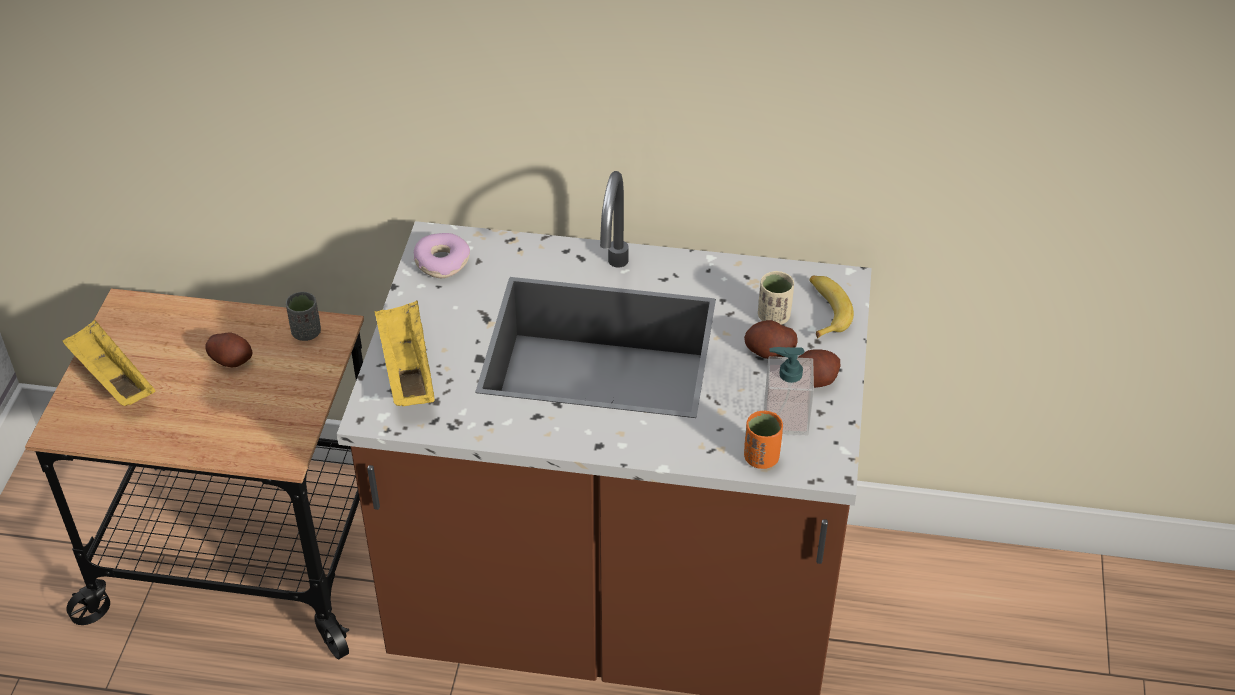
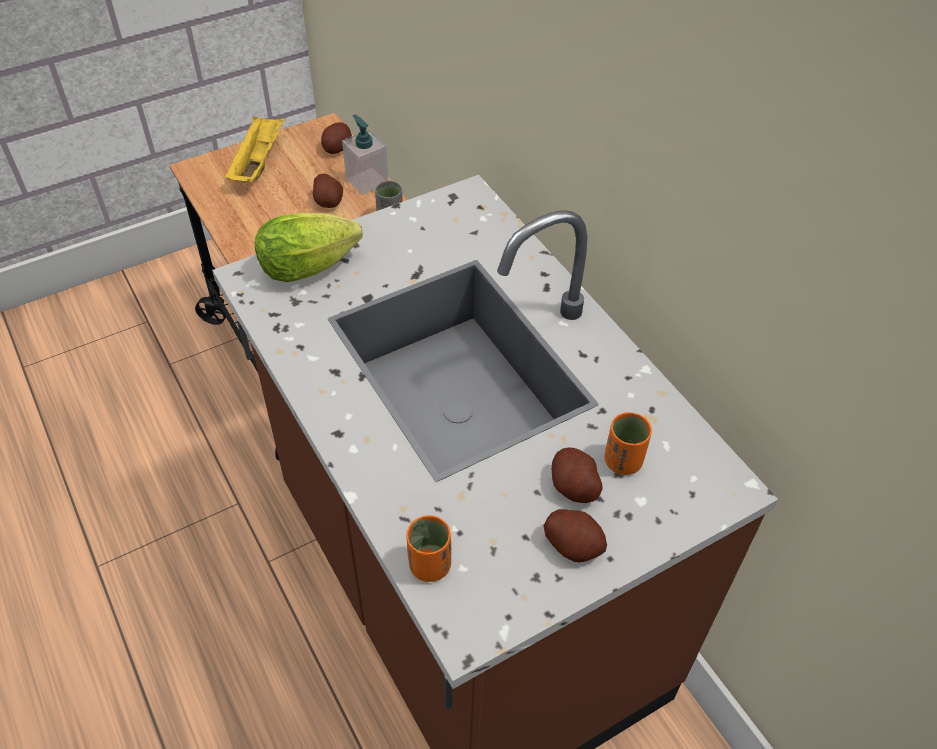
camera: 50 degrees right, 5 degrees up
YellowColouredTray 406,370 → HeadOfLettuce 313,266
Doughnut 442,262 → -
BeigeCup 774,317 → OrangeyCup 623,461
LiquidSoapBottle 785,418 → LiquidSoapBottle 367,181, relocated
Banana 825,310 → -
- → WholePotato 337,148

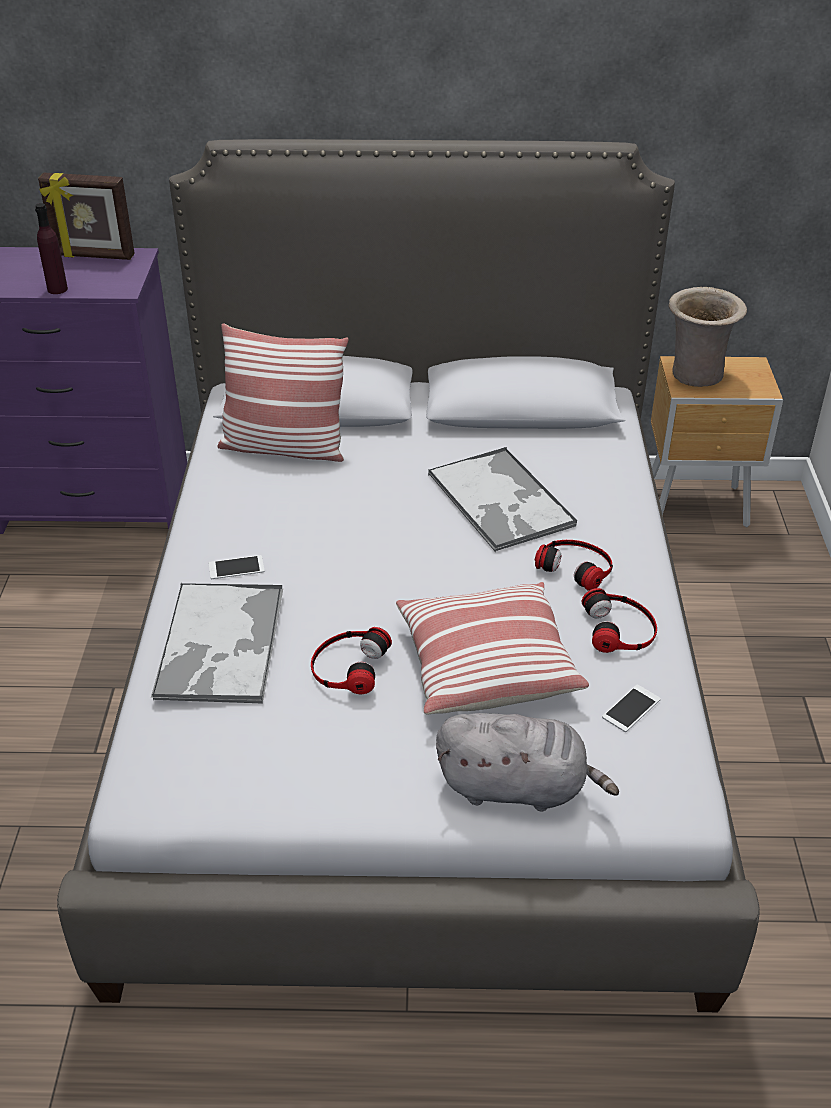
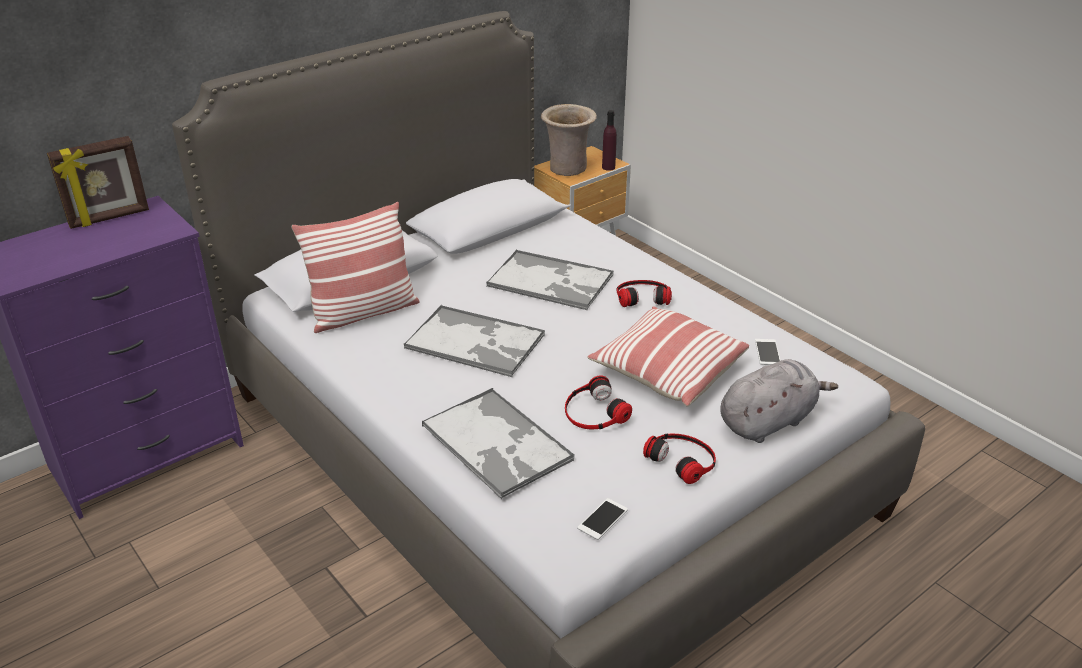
camera: 40 degrees left, 5 degrees down
PurpleBottle 57,289 → PurpleBottle 608,167, relocated
Phone 236,567 → Phone 602,519, relocated
PairOfHeadphones 620,628 → PairOfHeadphones 682,459, relocated
- → Tray 476,342

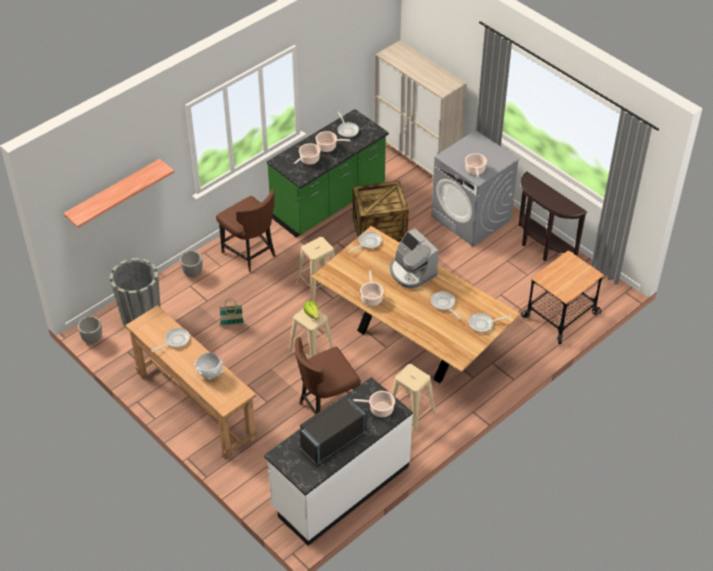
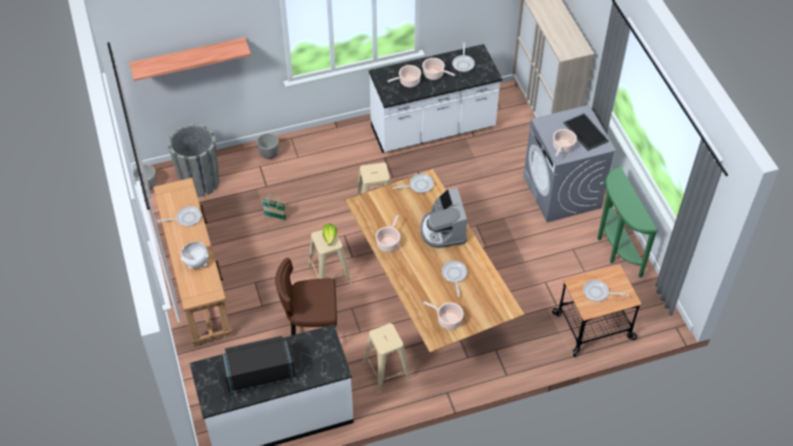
camera: 25 degrees right, 5 degrees up
BrownColouredPlainChair 250,254 → -
GreenishCounter 329,203 → WhiteCounter 433,129
ShippingCrate 379,228 → -
CookingPot 379,409 → CookingPot 448,320, relocated
FryingPan 483,324 → FryingPan 598,293, relocated
BrownColouredNarrowTable 541,248 → GreenishNarrowTable 615,248
- → Tray 585,132

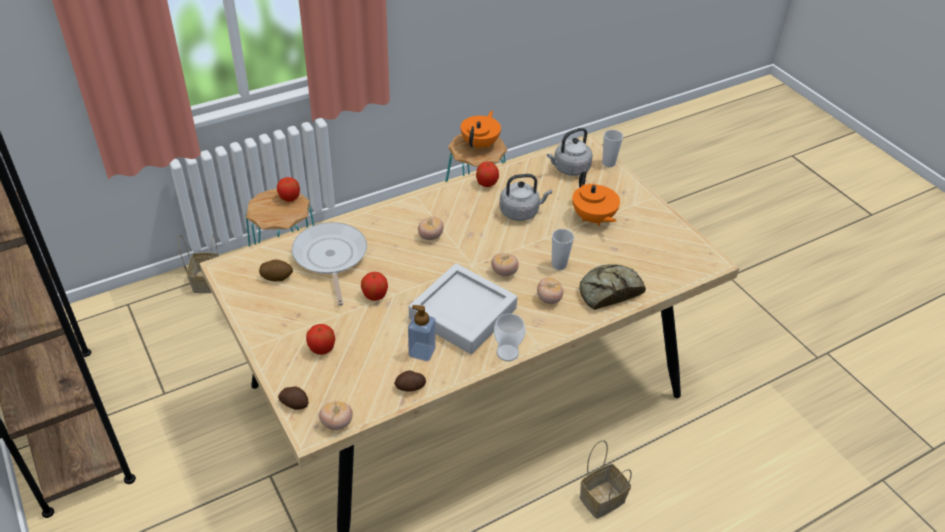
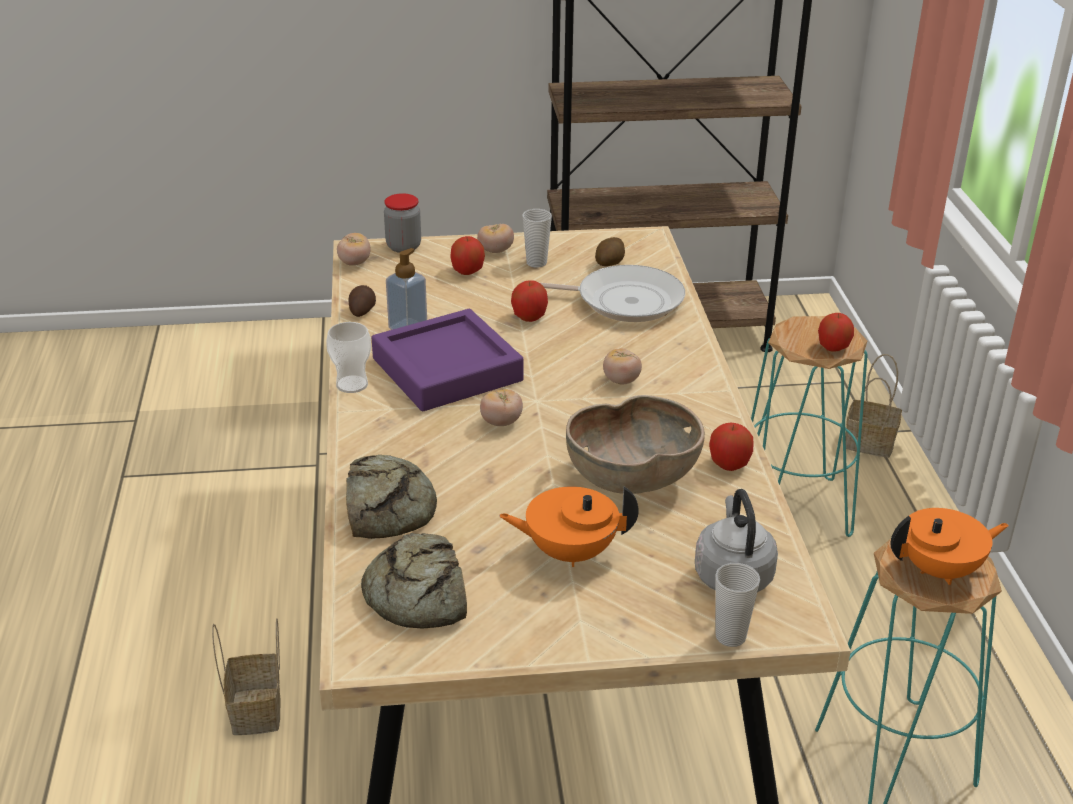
camera: 115 degrees right, 10 degrees down
WholePotato 294,403 → PreserveJar 403,246
GreyTray 463,314 → PurpleTray 447,370
OrangeyTeapot 480,144 → OrangeyTeapot 941,570, 60 degrees counterclockwise
GreyWaterKettle 521,212 → BrownColouredBowl 632,478
WholeTomato 549,299 → WholeTomato 495,251, relocated
Cup 559,265 → Cup 536,263, relocated
- → BakeryBread 417,594

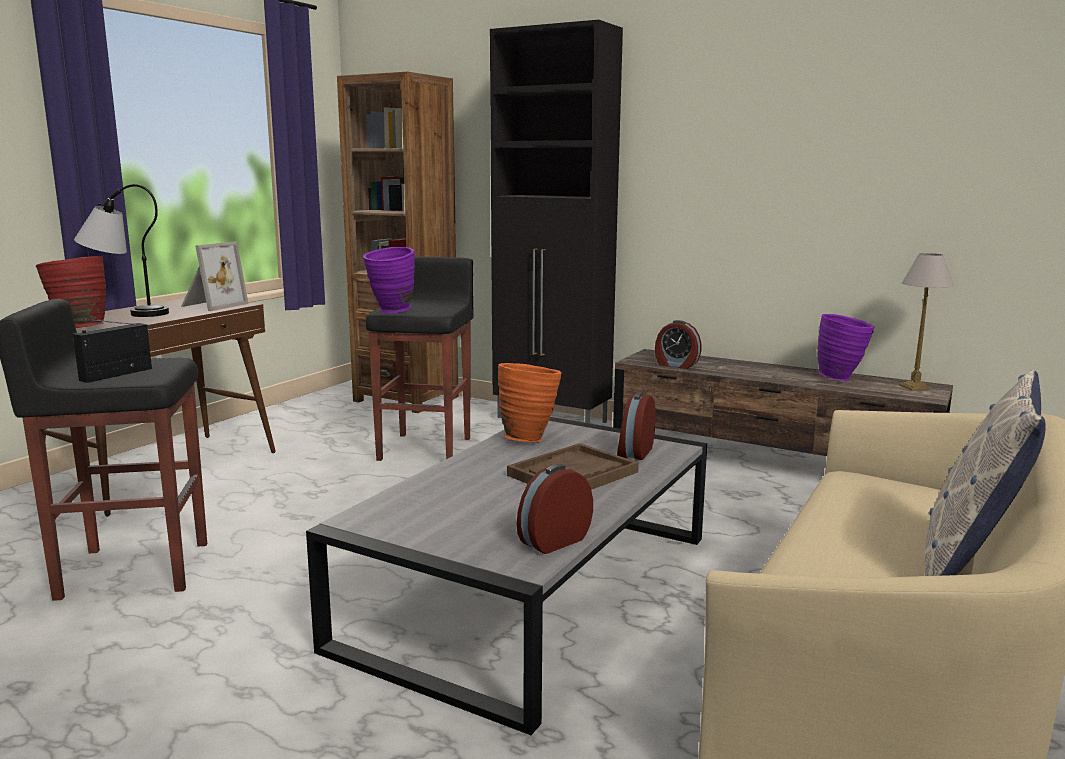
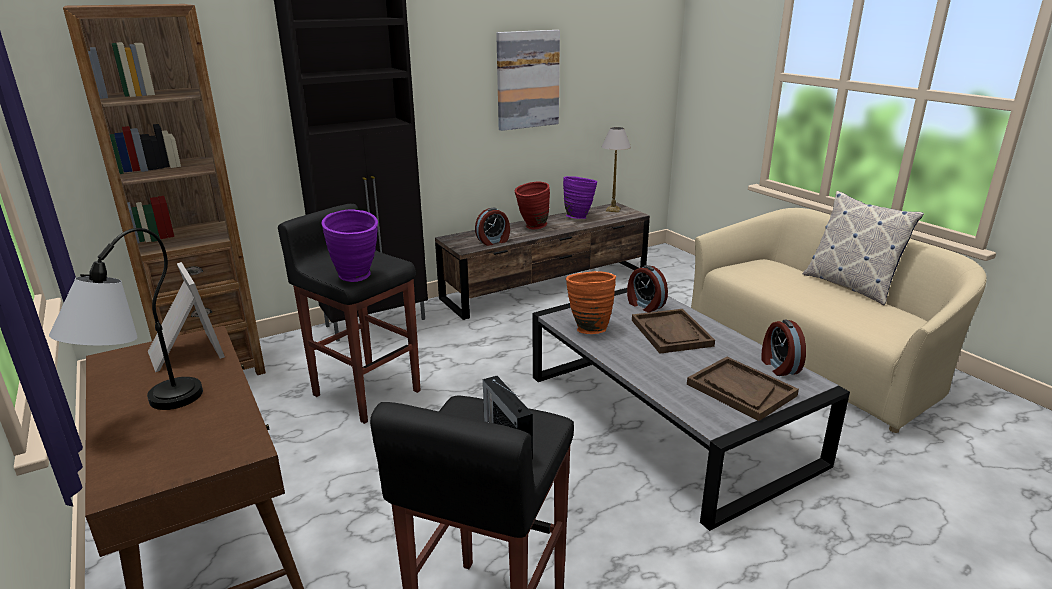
camera: 60 degrees left, 10 degrees up
RedVase 78,328 → RedVase 532,227, relocated
- → WallArt 527,80
- → BrownColouredTray 740,390

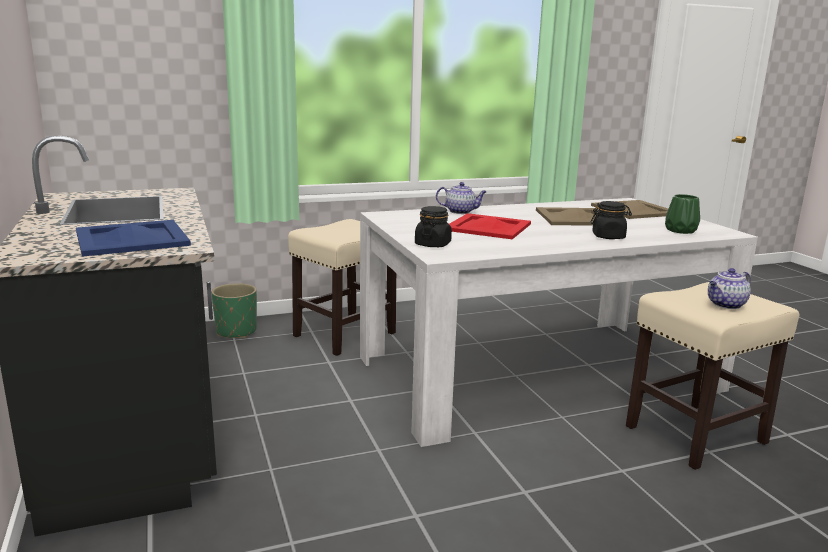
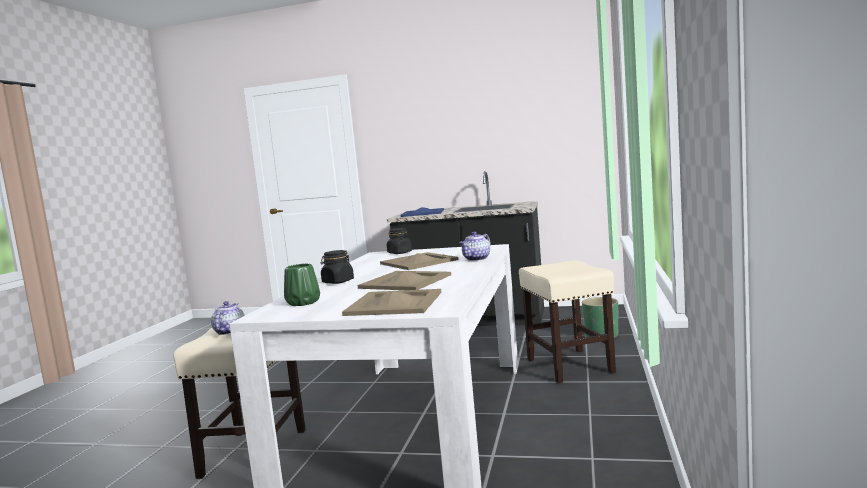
camera: 125 degrees right, 10 degrees down
RedTray 487,227 → BeigeTray 419,262

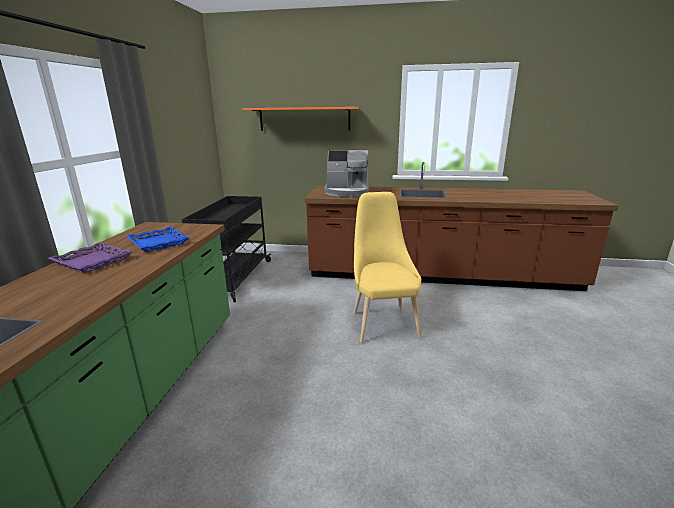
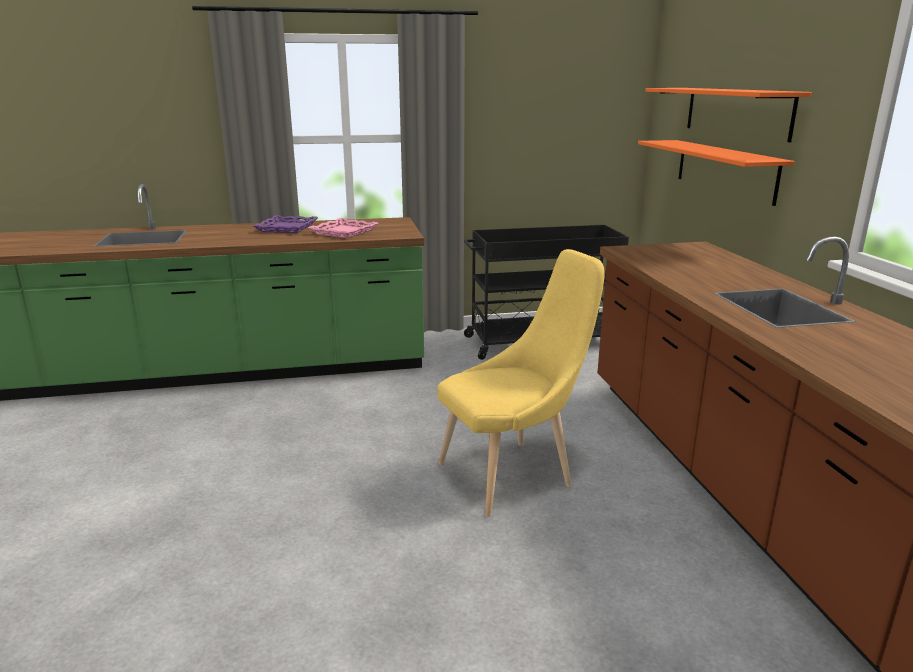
camera: 70 degrees right, 0 degrees up
BlueTray 158,243 → PinkColouredTray 343,232
CoffeeBrewer 347,192 → -
- → OrangeyWallShelf 724,170

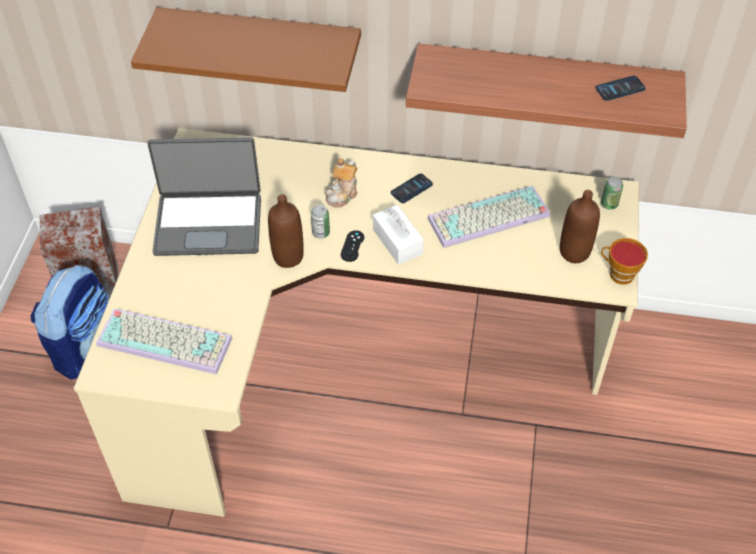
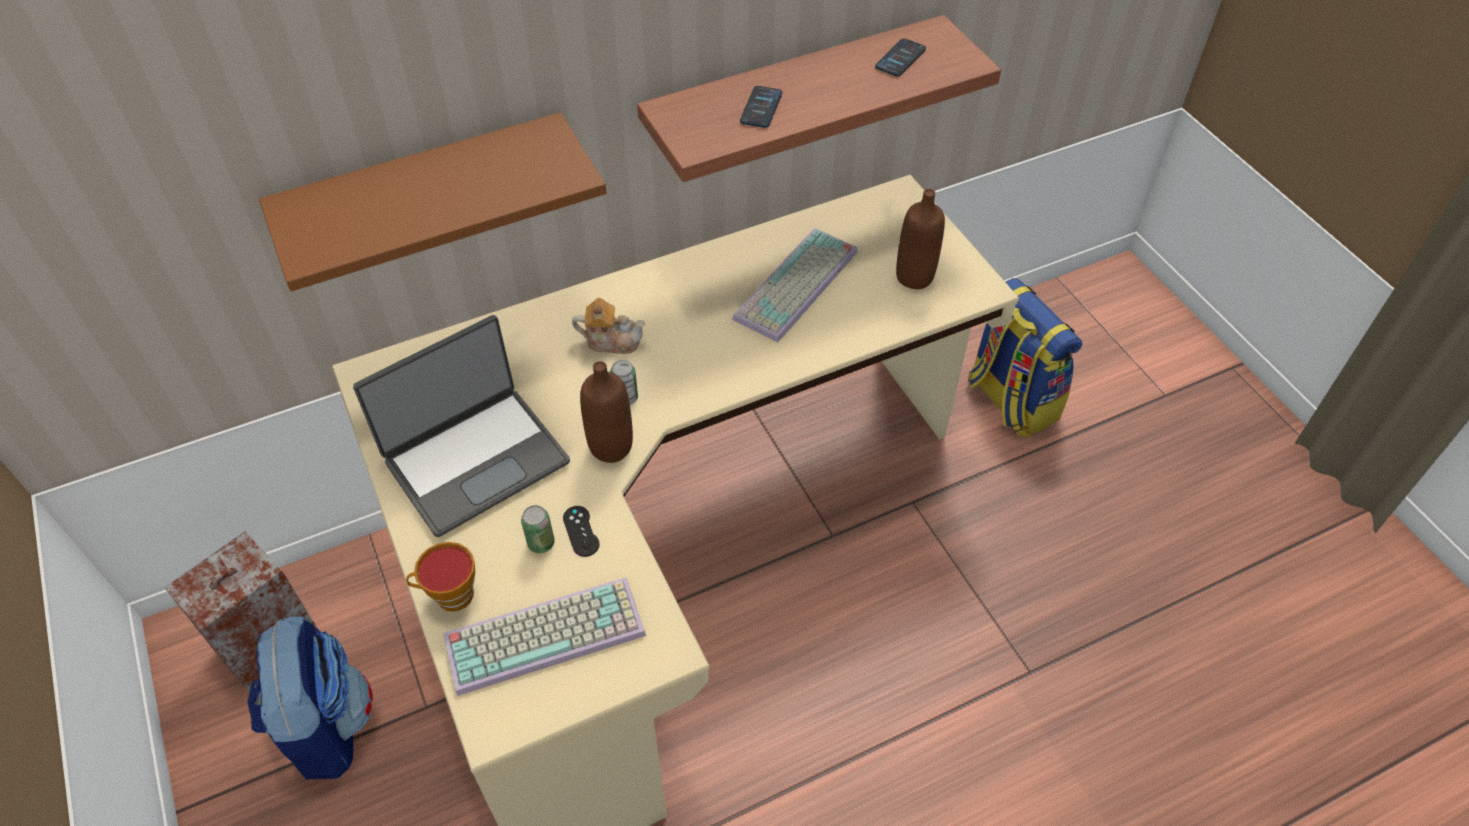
camera: 35 degrees left, 0 degrees up
Teapot 342,193 → Teapot 611,340, 75 degrees counterclockwise
BlackGamepad 352,246 → BlackGamepad 581,531, relocated
WhiteBoxOfTissues 397,242 → -
Phone 411,189 → Phone 761,108, relocated
SealedCan 609,204 → SealedCan 541,543, relocated
Cup 618,274 → Cup 449,596, relocated
- → Backpack 1010,400

